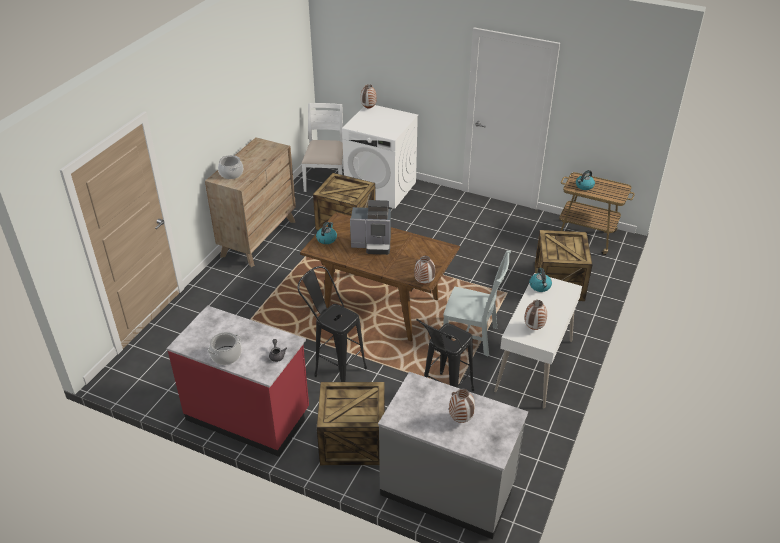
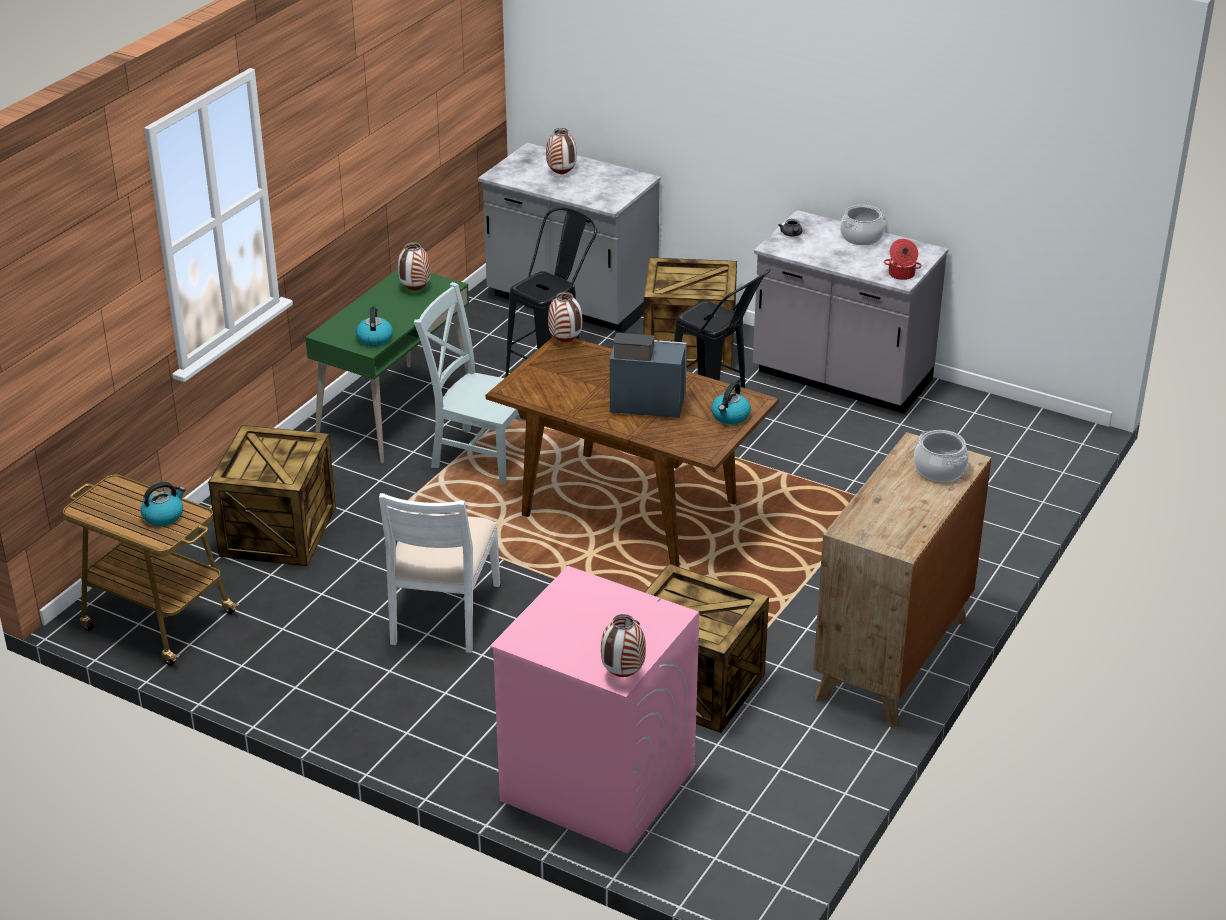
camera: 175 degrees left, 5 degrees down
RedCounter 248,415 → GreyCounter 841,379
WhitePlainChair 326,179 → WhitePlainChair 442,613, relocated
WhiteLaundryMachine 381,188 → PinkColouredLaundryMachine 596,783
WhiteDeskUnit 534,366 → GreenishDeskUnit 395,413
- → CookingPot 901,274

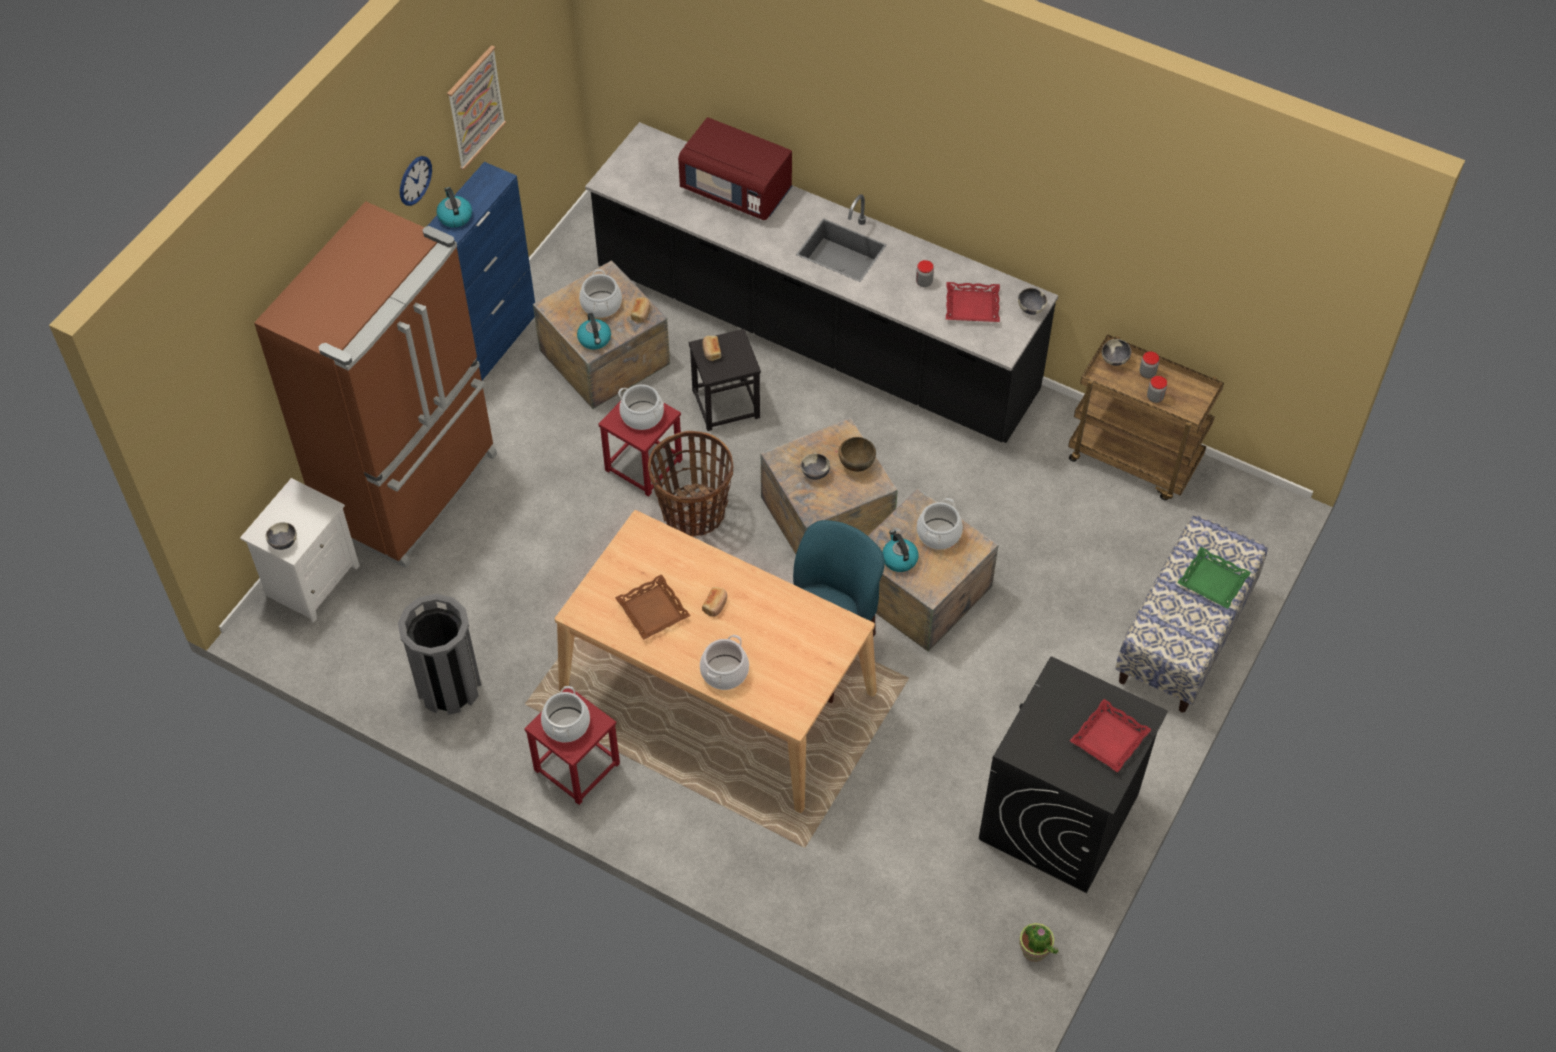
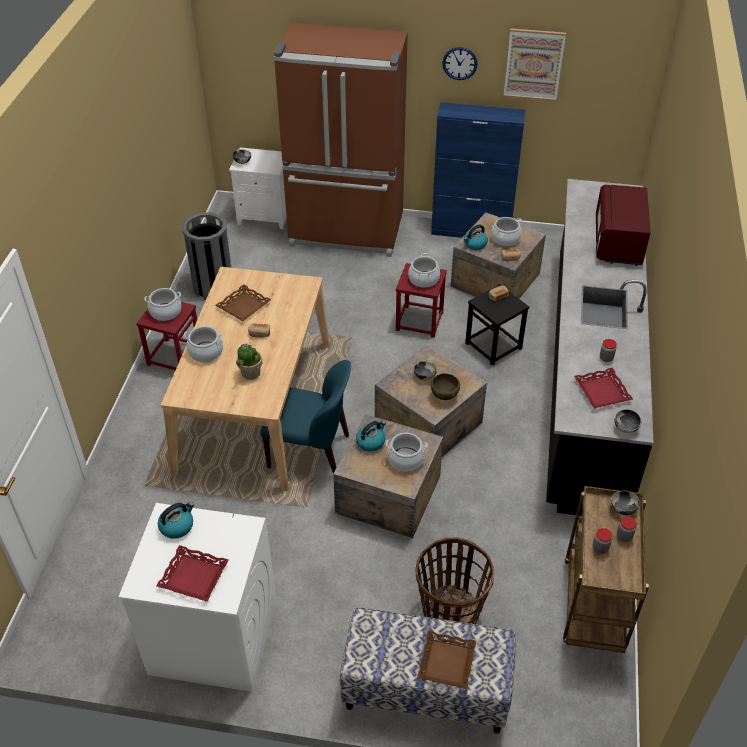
camera: 70 degrees right, 10 degrees down
WaterKettle 454,216 → WaterKettle 177,526, relocated
HouseholdBasket 693,512 → HouseholdBasket 450,611, relocated
BlackLaundryMachine 1059,817 → WhiteLaundryMachine 212,638
Houseplant 1034,951 → Houseplant 250,373, relocated
GreenishTray 1212,582 → BrownColouredTray 446,662

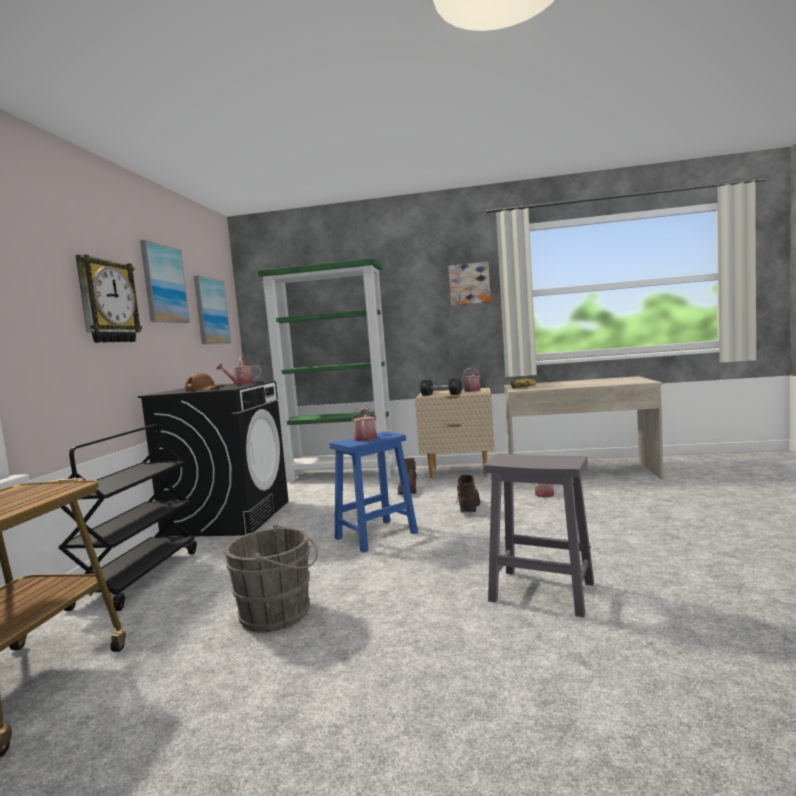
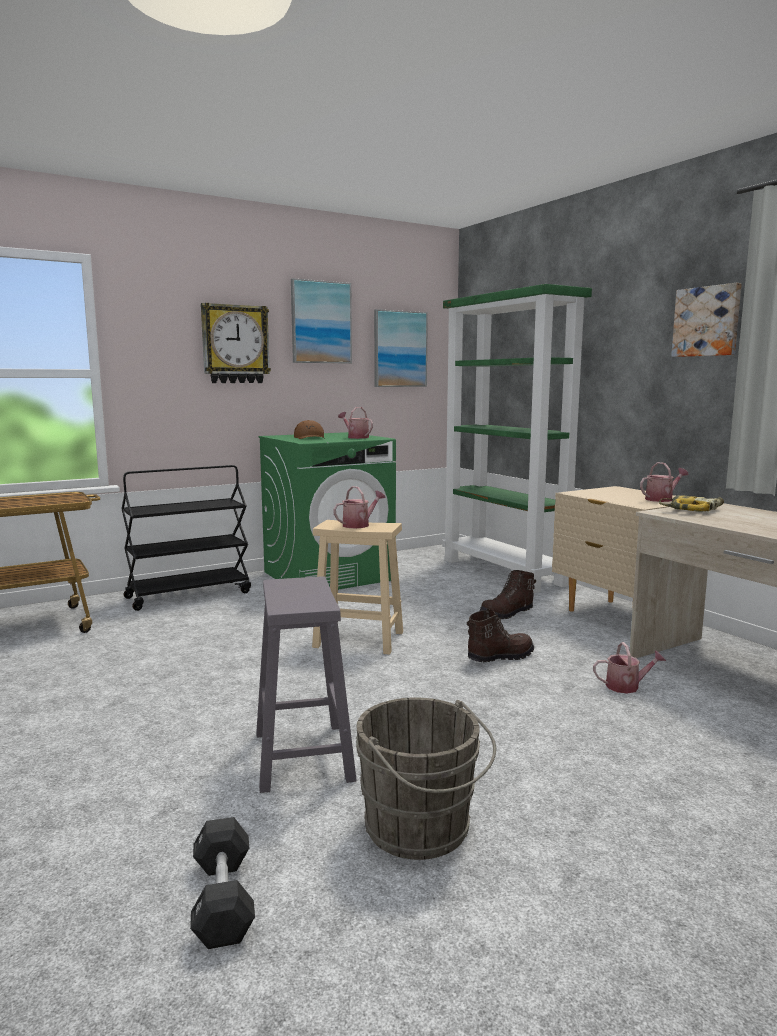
camera: 50 degrees right, 5 degrees up
BlackLaundryMachine 229,518 → GreenishLaundryMachine 329,575
GreyWaterBucket 280,613 → GreyWaterBucket 421,830, relocated
BlueSittingStool 377,535 → BeigeSittingStool 360,639
BlackFreeWeight 441,394 → BlackFreeWeight 223,899, relocated

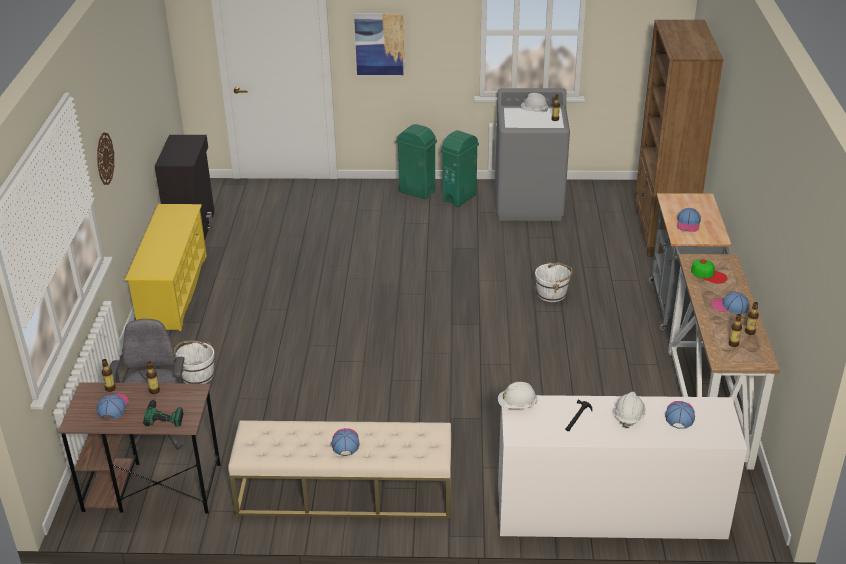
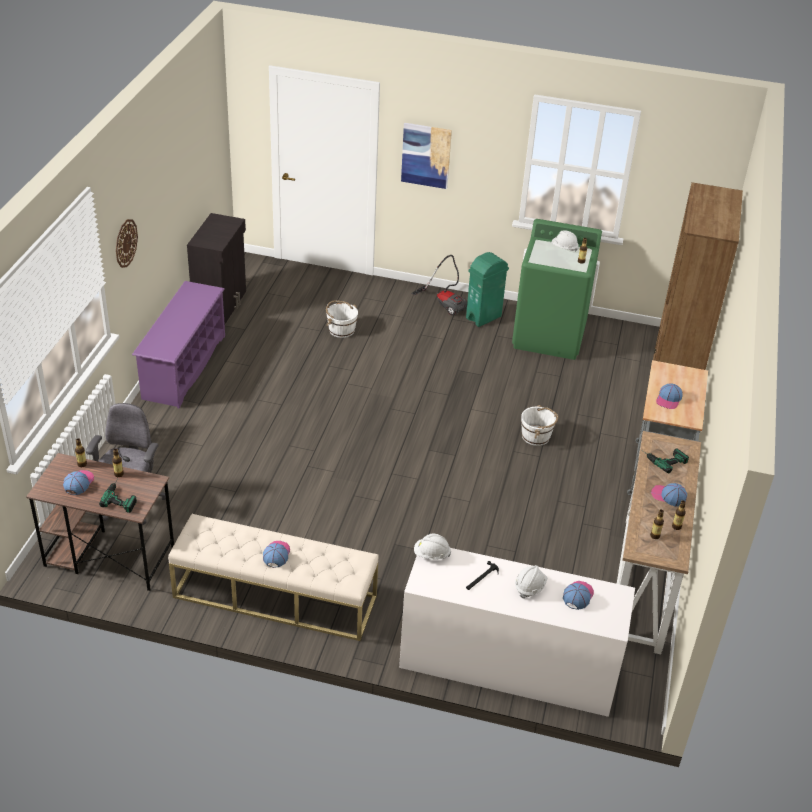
camera: 10 degrees right, 5 degrees up
YellowColouredShoeShelf 173,291 → PurpleShoeShelf 184,367
WhiteWaterBucket 197,375 → WhiteWaterBucket 341,330, relocated
GreenishRubbishBin 417,192 → Vacuum 445,303
GreyLaundryMachine 529,204 → GreenishLaundryMachine 549,336
PeakedCap 708,274 → ElectricDrill 663,458

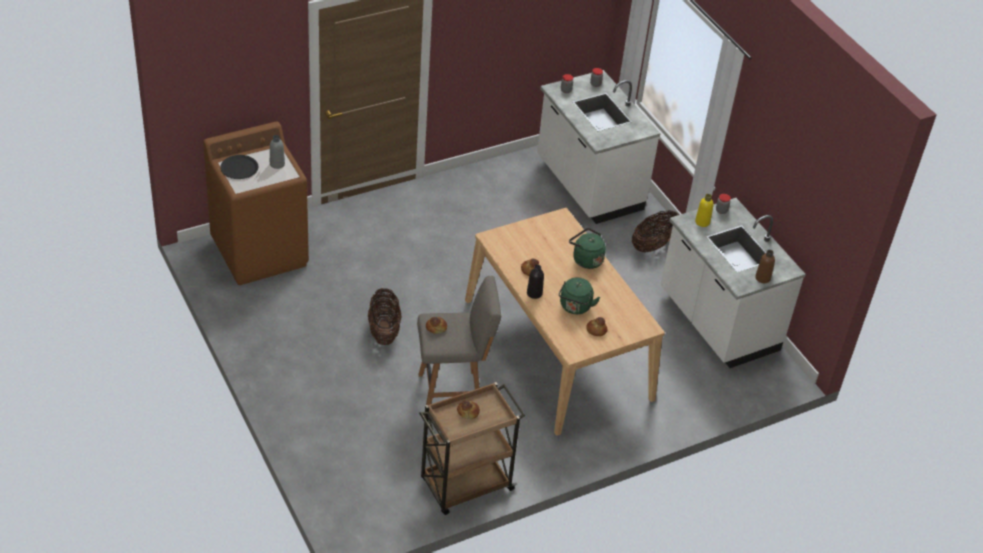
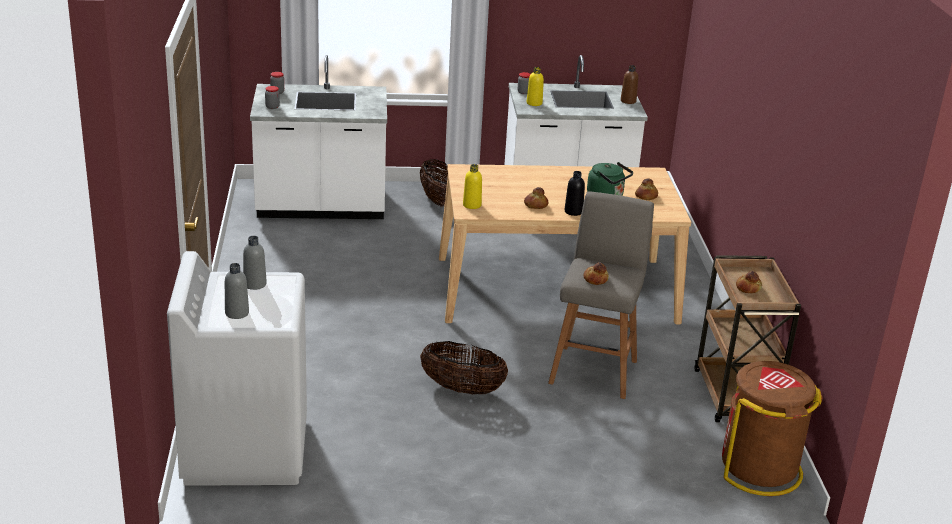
camera: 65 degrees left, 15 degrees down
BrownColouredLaundryMachine 260,252 → WhiteLaundryMachine 245,449
BlackFlatDish 239,168 → GreyBottle 237,313
GreenishWaterKettle 585,259 → -
- → YellowColouredBottle 472,205
- → BrownColouredRubbishBin 760,469

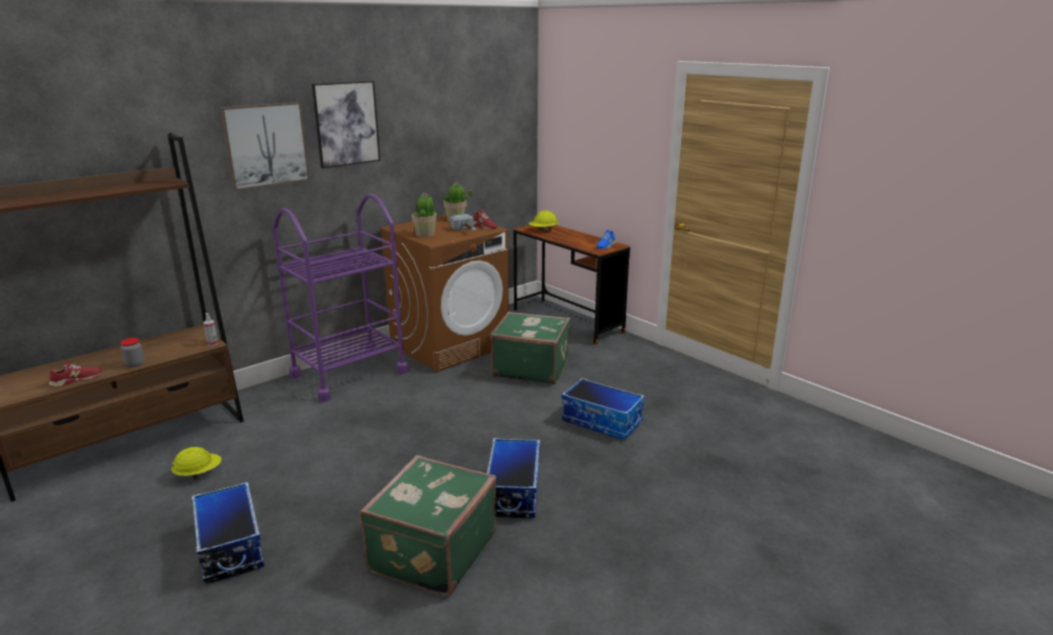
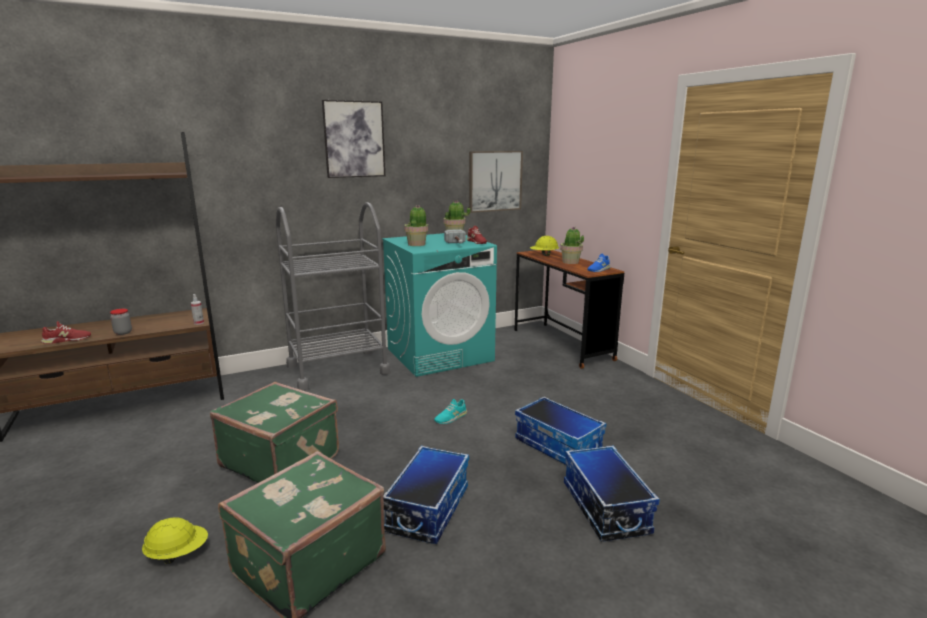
camera: 15 degrees right, 5 degrees down
YellowColouredSafetyHelmet 199,474 → YellowColouredSafetyHelmet 178,554, relocated
StorageBin 229,547 → StorageBin 604,508, relocated
WallArt 266,145 → WallArt 495,181, relocated
PurpleWheeledCart 349,374 → GreyWheeledCart 338,369
BrownColouredLaundryMachine 450,345 → TurquoiseColouredLaundryMachine 440,354
GreenishPieceOfLuggage 531,367 → GreenishPieceOfLuggage 281,460, relocated
- → TurquoiseColouredItemOfFootwear 451,417
- → Houseplant 570,262

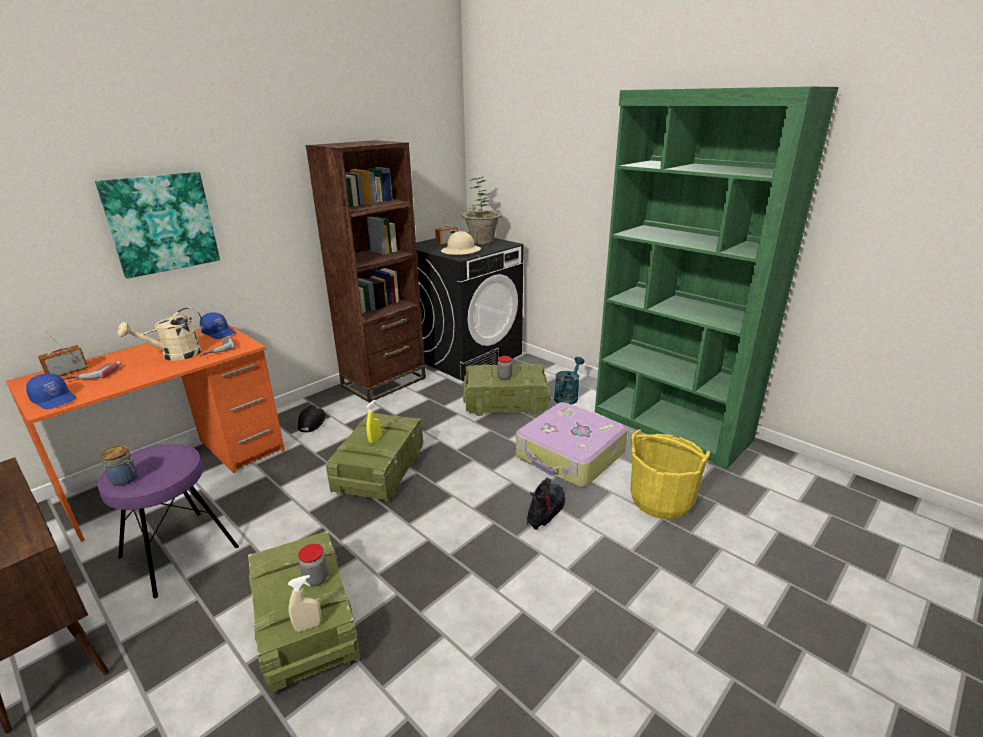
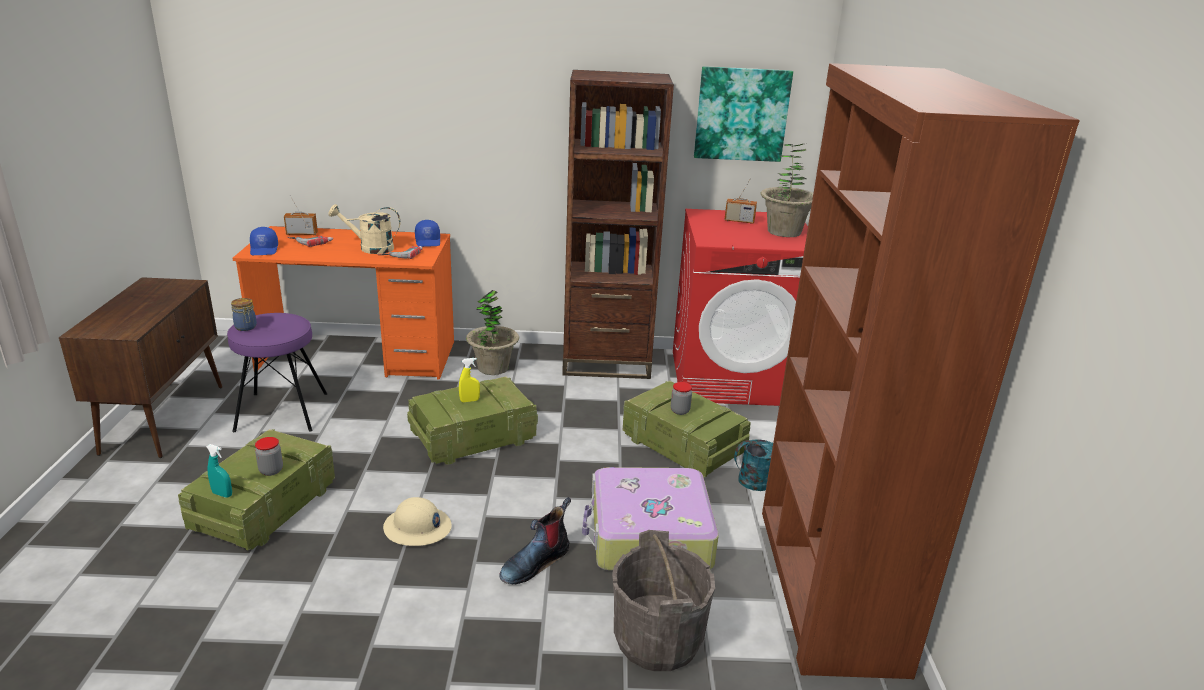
camera: 45 degrees right, 0 degrees up
WallArt 161,223 → WallArt 741,114, relocated
BeigeHandSprayer 308,626 → TurquoiseColouredHandSprayer 222,494
BlackPeakedCap 312,422 → Houseplant 493,368
BlackLaundryMachine 467,355 → RedLaundryMachine 733,377
BeigeSafetyHelmet 461,251 → BeigeSafetyHelmet 417,528, relocated
Boot 546,510 → Boot 535,562, 150 degrees clockwise
GreenishBookshelf 670,426 → BrownColouredBookshelf 826,587
YellowColouredWaterBucket 661,499 → GreyWaterBucket 658,639

